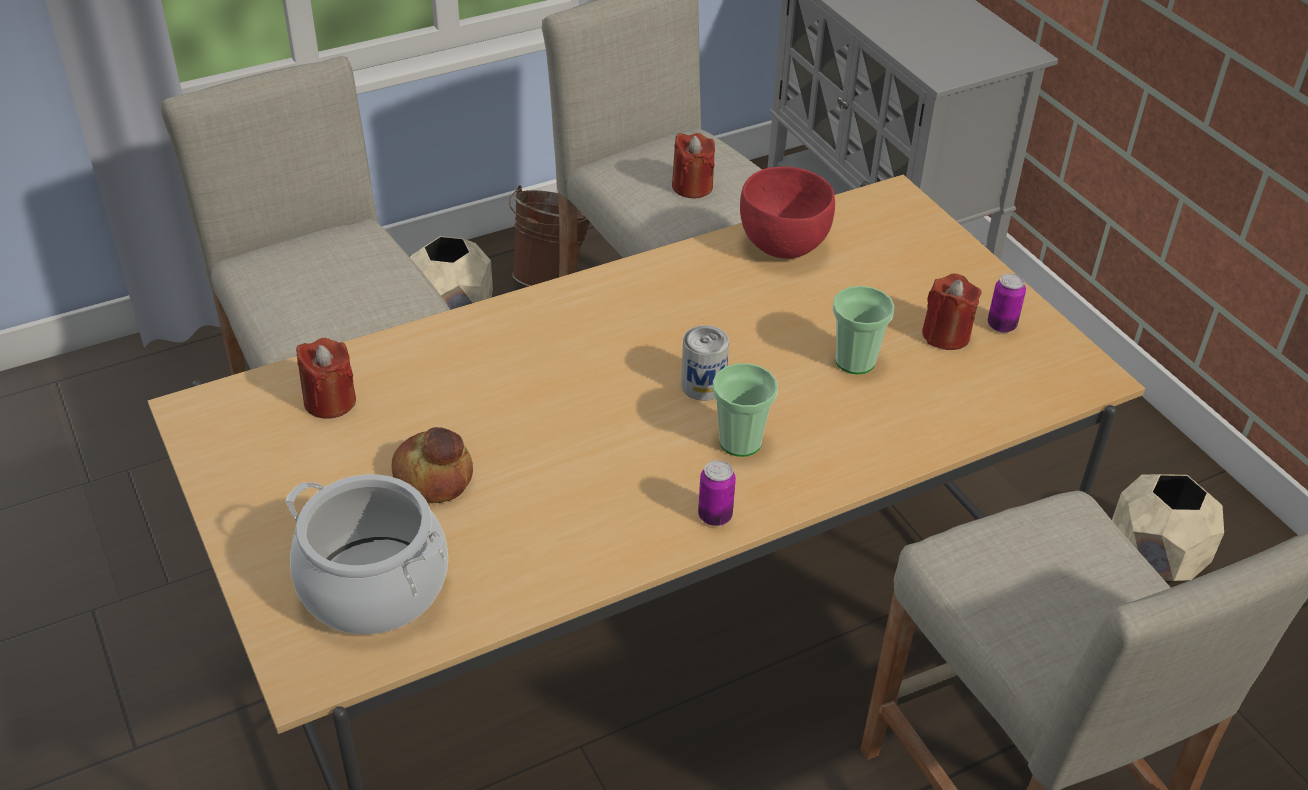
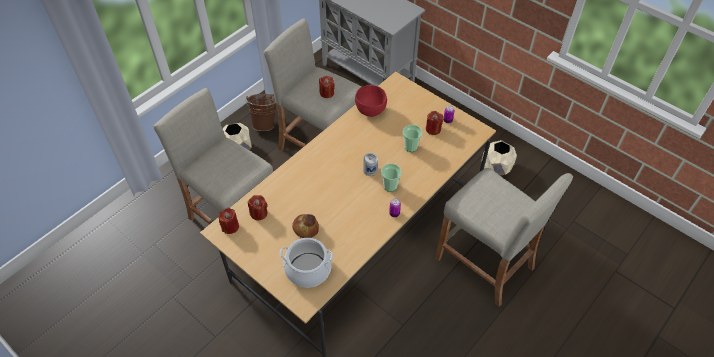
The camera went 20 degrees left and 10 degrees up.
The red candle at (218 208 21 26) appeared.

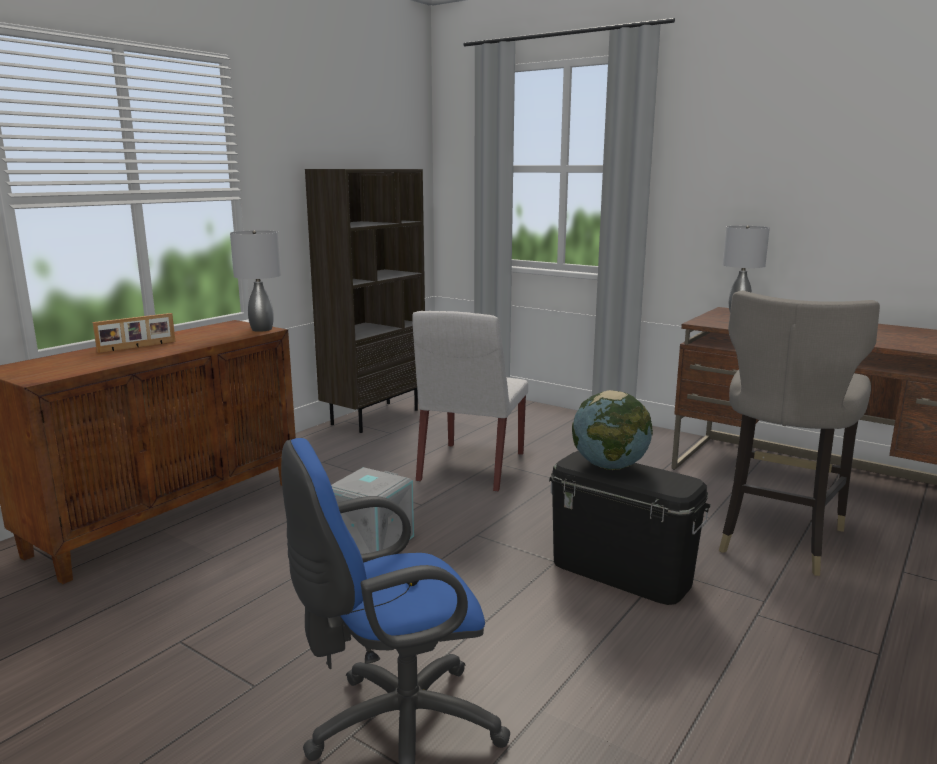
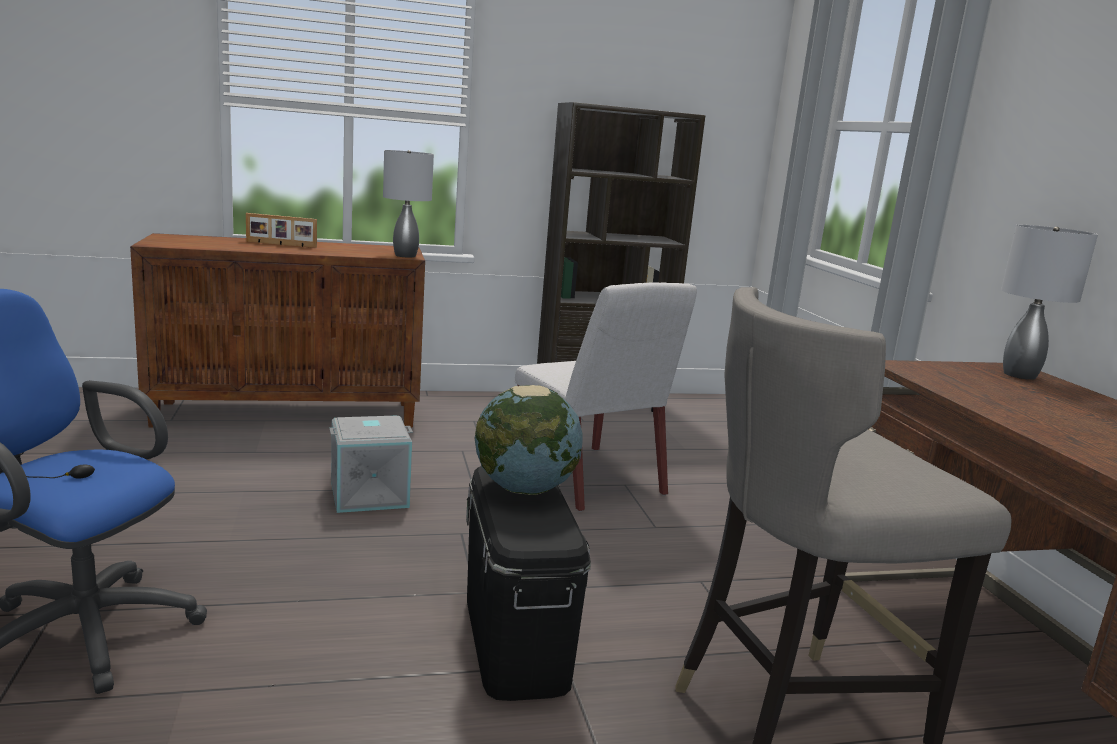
The camera went 40 degrees right and 0 degrees up.
The white chair at (412 311 116 181) turned 90 degrees counterclockwise.

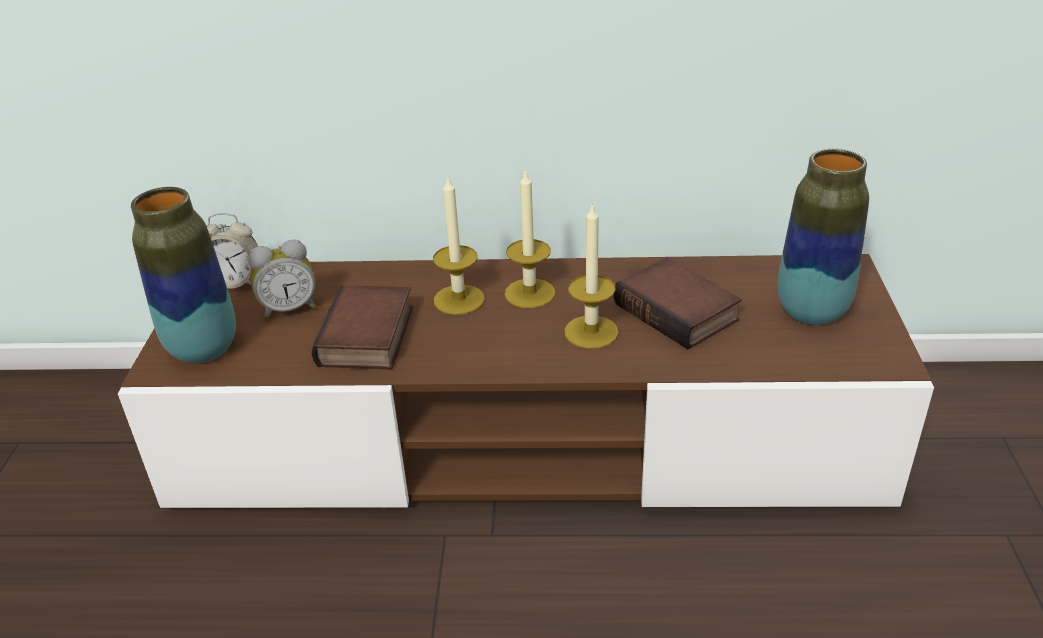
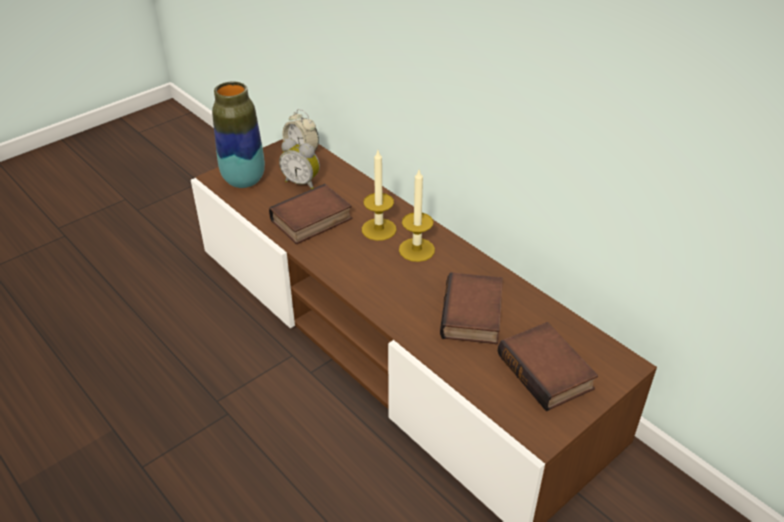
The camera went 45 degrees right and 5 degrees up.
The candle at (564 203 55 146) disappeared.
The vase at (778 149 91 176) was replaced by the book at (498 322 100 89).

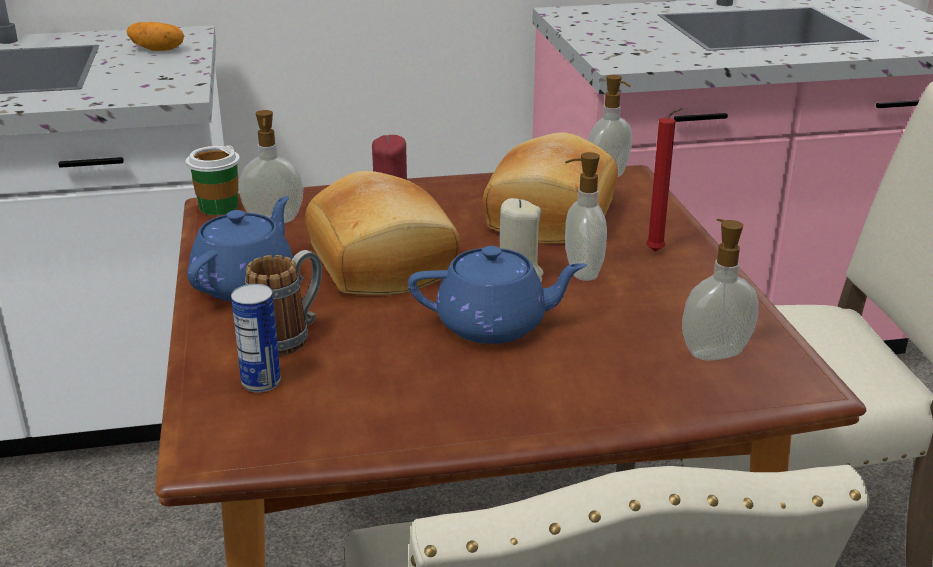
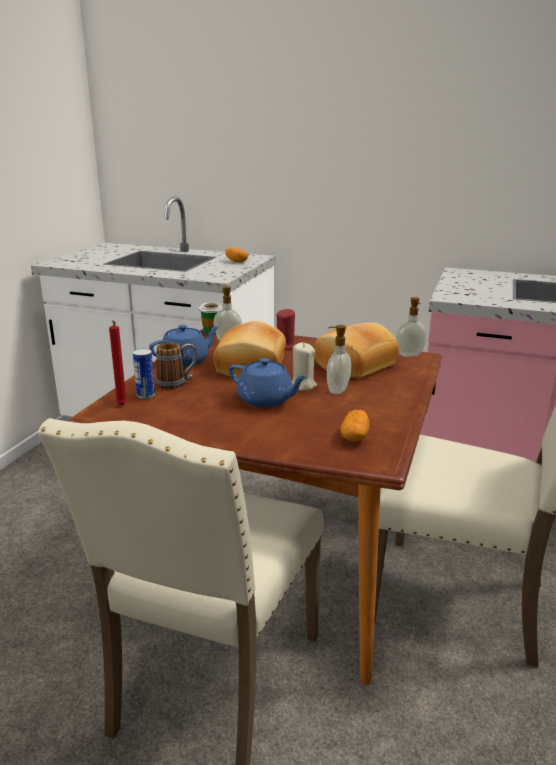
The camera went 30 degrees right and 5 degrees down.
The red candle moved from (646 108 37 144) to (109 321 19 84).
The soap dispenser at (682 219 77 141) was replaced by the potato at (340 410 30 32).

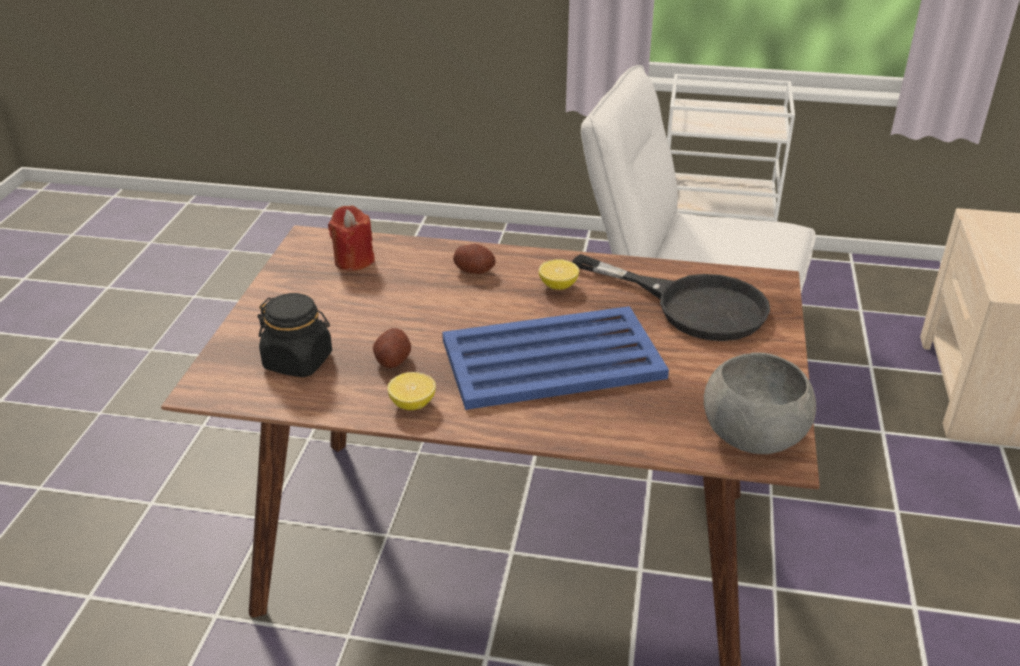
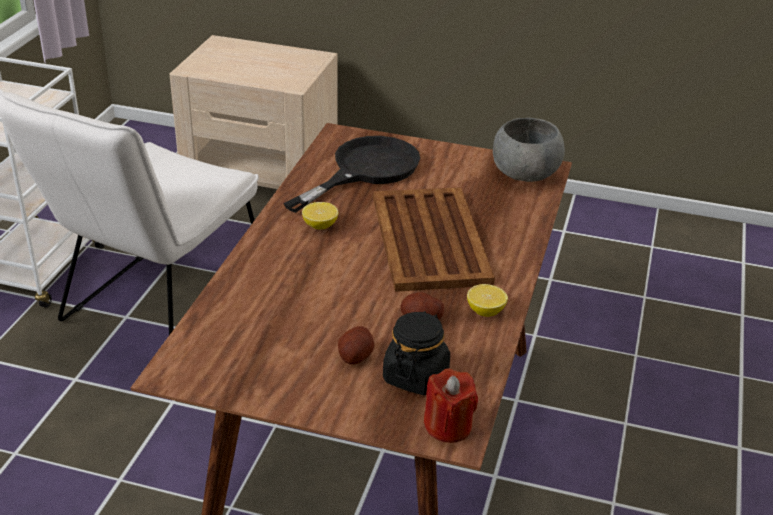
The camera went 85 degrees left and 0 degrees up.
The red candle moved from (328 206 47 65) to (424 368 54 75).
The blue tray at (442 306 227 104) became the brown tray at (373 187 122 105).
The potato moved from (453 244 43 30) to (338 326 36 39).

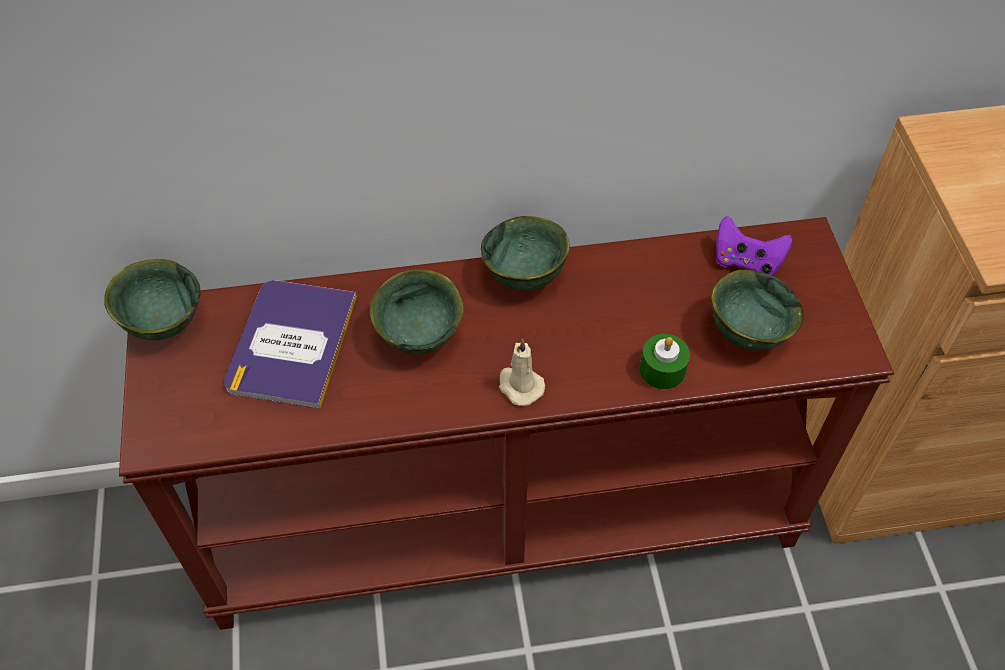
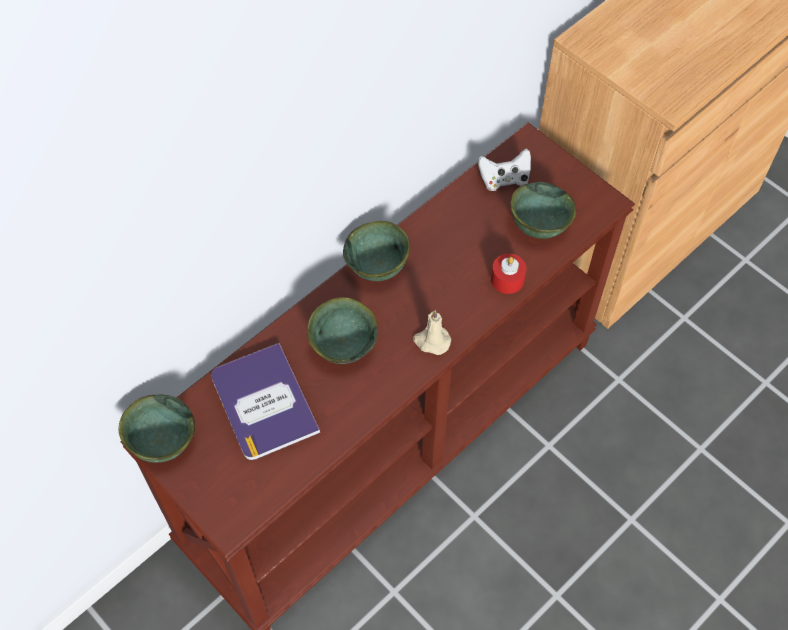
The camera went 35 degrees left and 5 degrees up.
The green candle at (640 334 50 55) became the red candle at (491 254 36 40).
The purple game controller at (716 216 76 60) became the white game controller at (478 148 53 43).

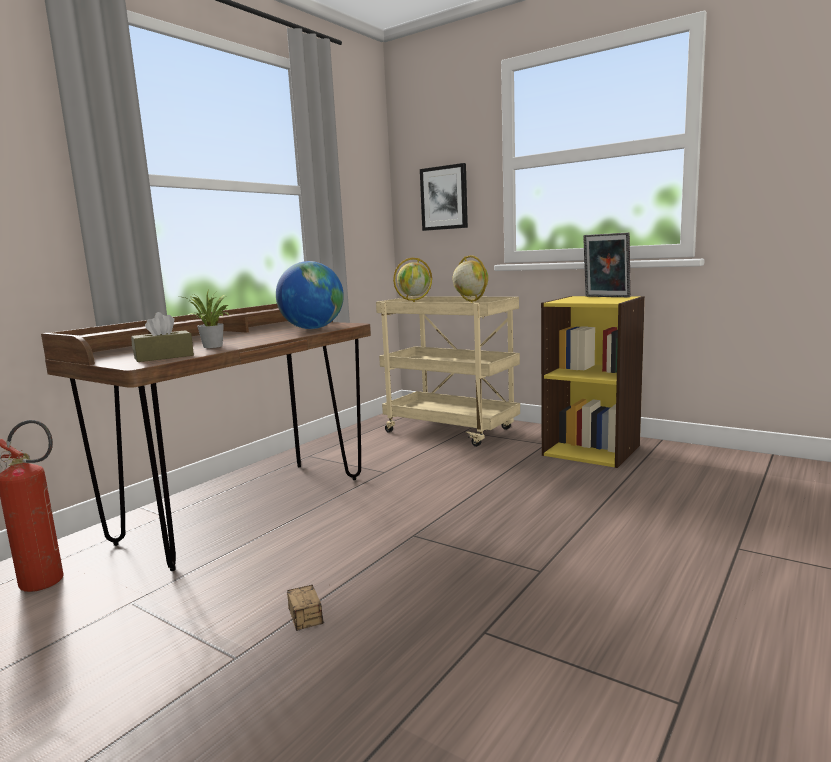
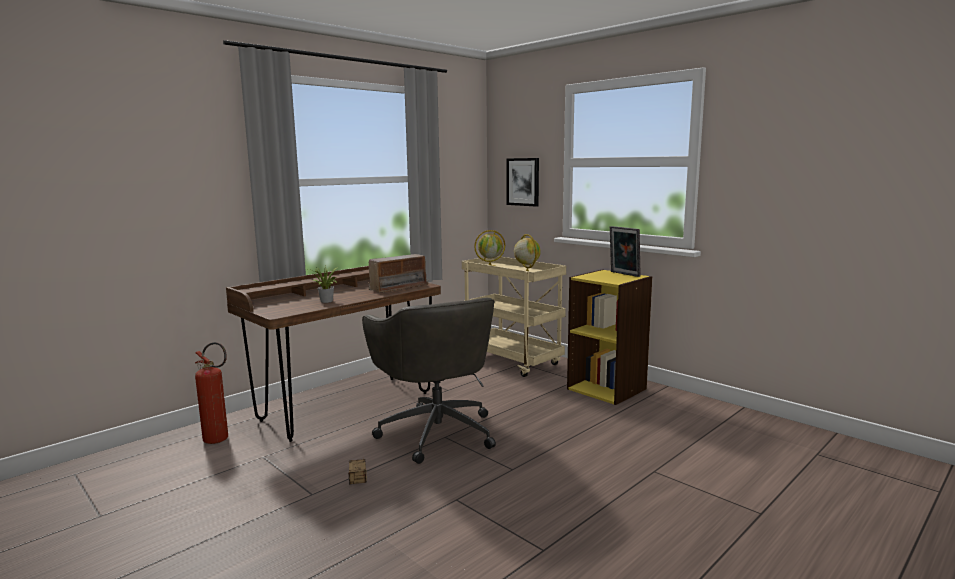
The camera went 10 degrees right and 0 degrees up.
The brown tissue box at (131 312 63 50) disappeared.
The globe at (276 261 68 68) was replaced by the radio at (368 254 60 39).
The grey office chair at (362 298 134 166) appeared.

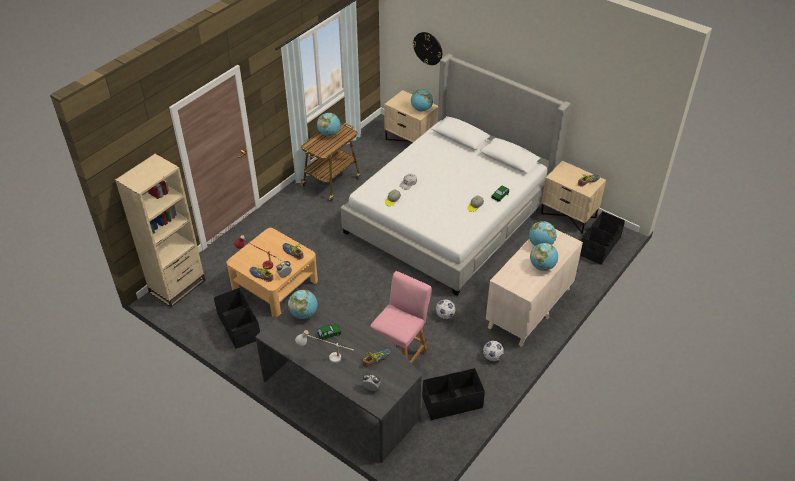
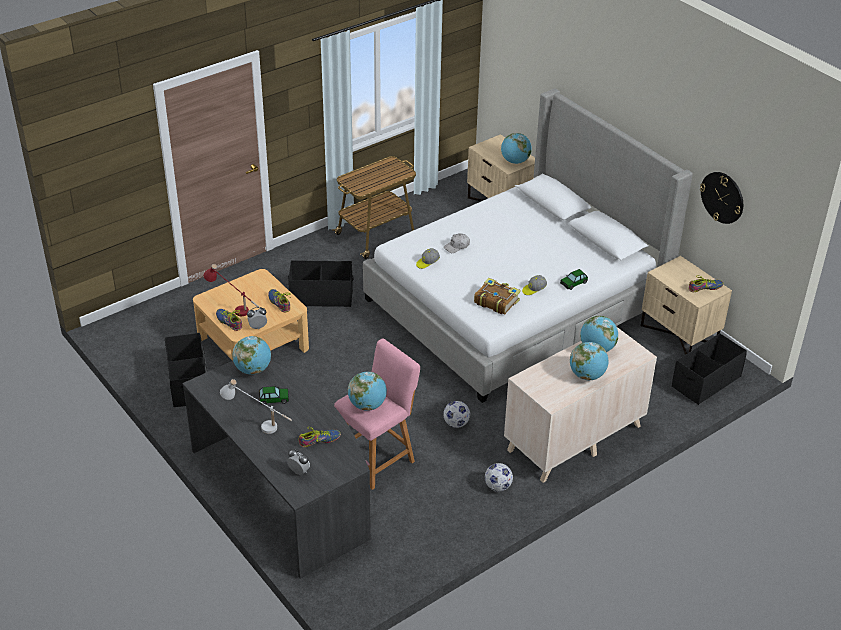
The camera went 15 degrees right and 5 degrees down.
The beige bookcase at (115 154 90 153) disappeared.
The globe moved from (317 113 23 23) to (348 372 39 39).
The wall clock moved from (413 32 29 33) to (700 172 43 52).
The black storage box moved from (422 368 63 52) to (288 260 66 47).
The book at (474 278 47 36) appeared.

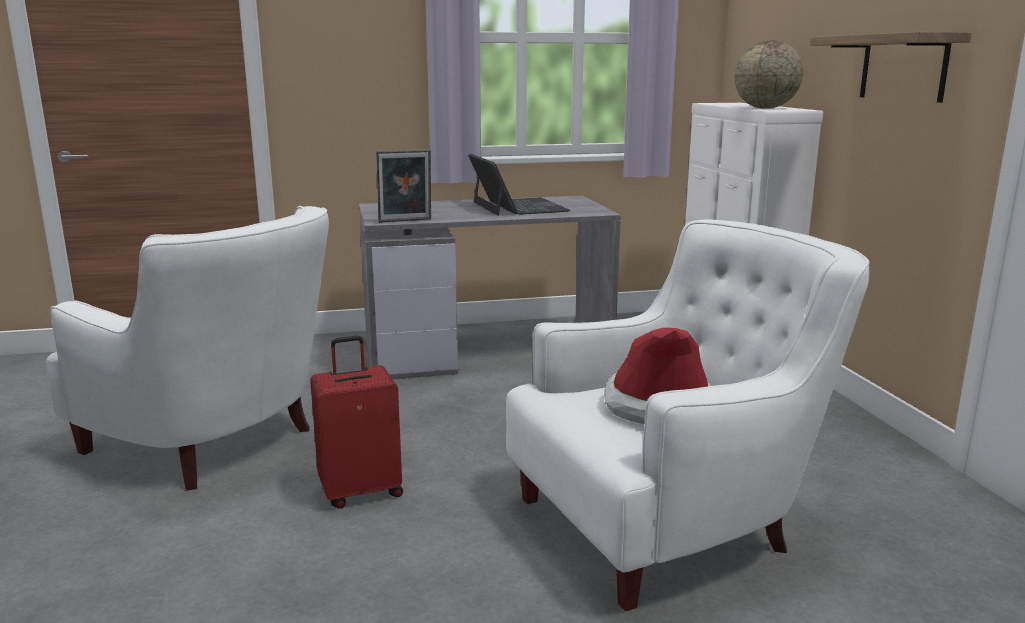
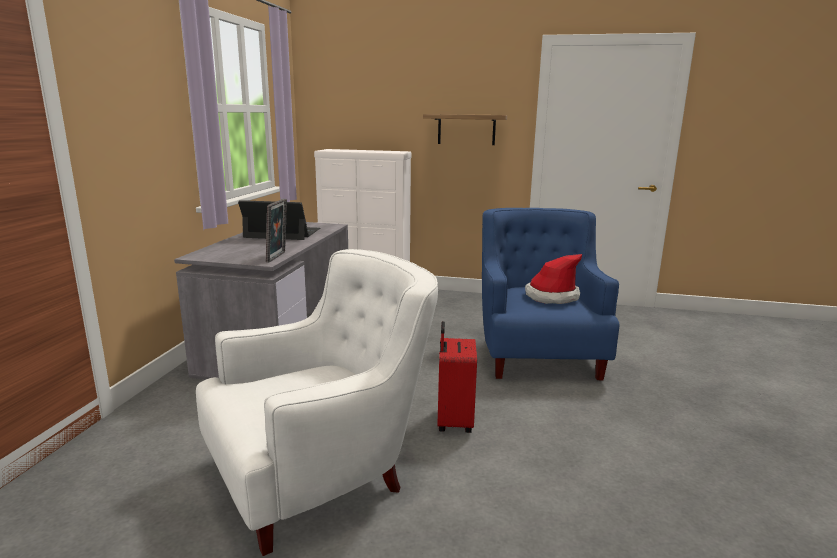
The camera went 65 degrees left and 0 degrees up.
The white armchair at (506 219 364 392) became the blue armchair at (482 208 137 172).
The globe at (734 40 69 69) disappeared.

